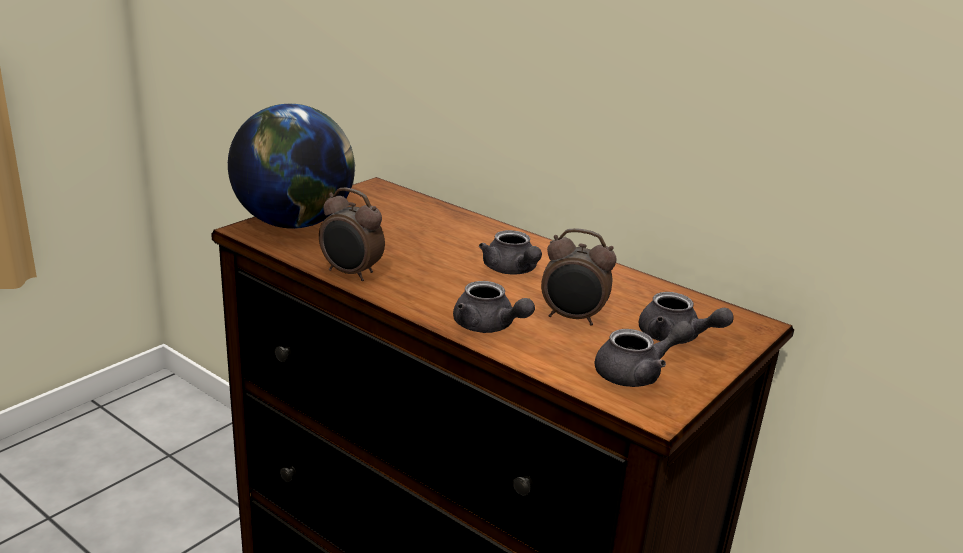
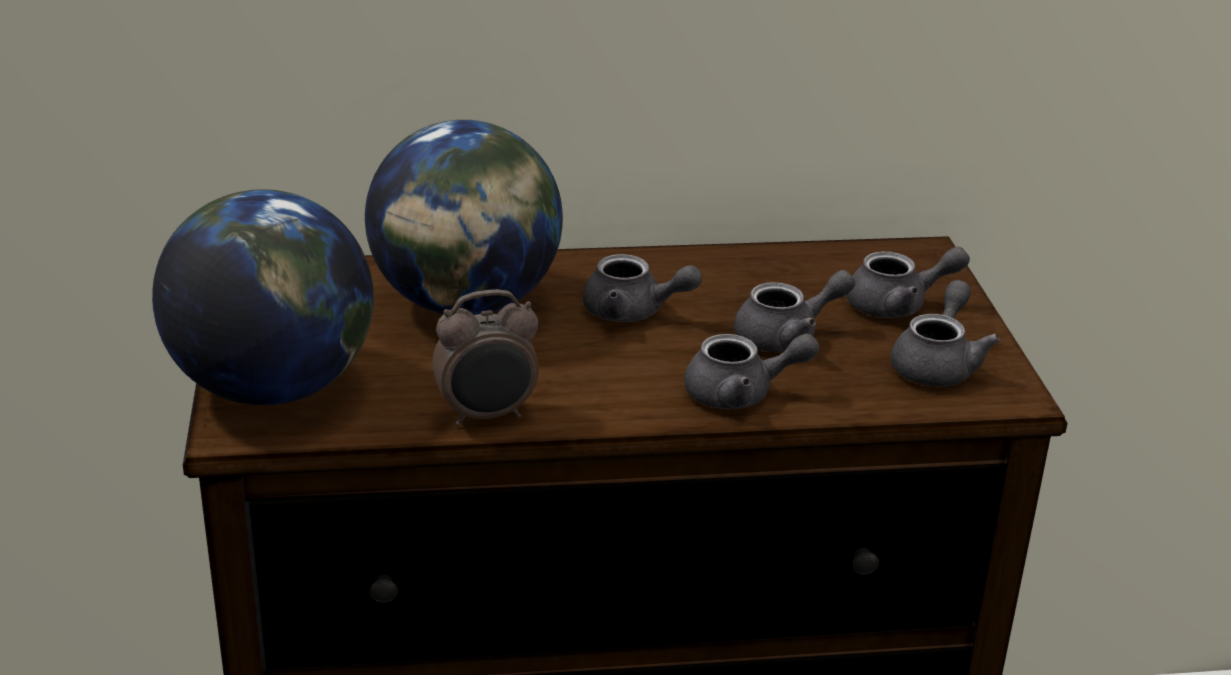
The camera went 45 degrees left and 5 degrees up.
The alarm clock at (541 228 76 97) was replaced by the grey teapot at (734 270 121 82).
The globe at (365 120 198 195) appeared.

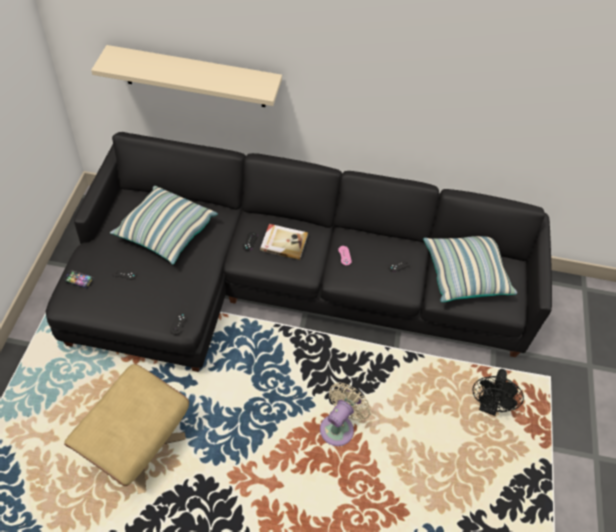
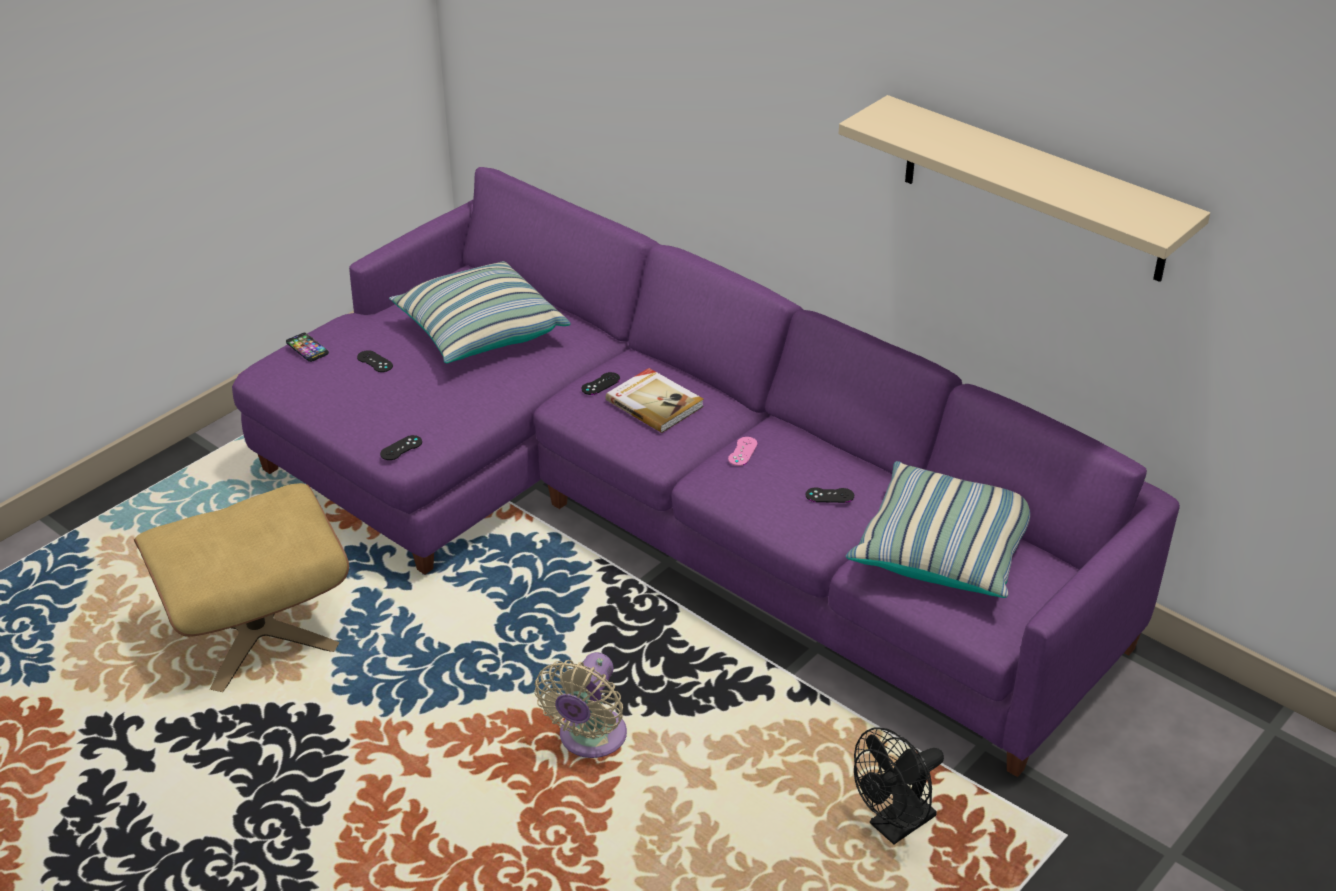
The camera went 35 degrees right and 15 degrees down.
The black sofa at (45 132 507 240) became the purple sofa at (232 167 948 610).
The beige shelf moved from (91 45 191 62) to (839 95 371 187).
The beige fan at (320 382 51 64) turned 135 degrees clockwise.

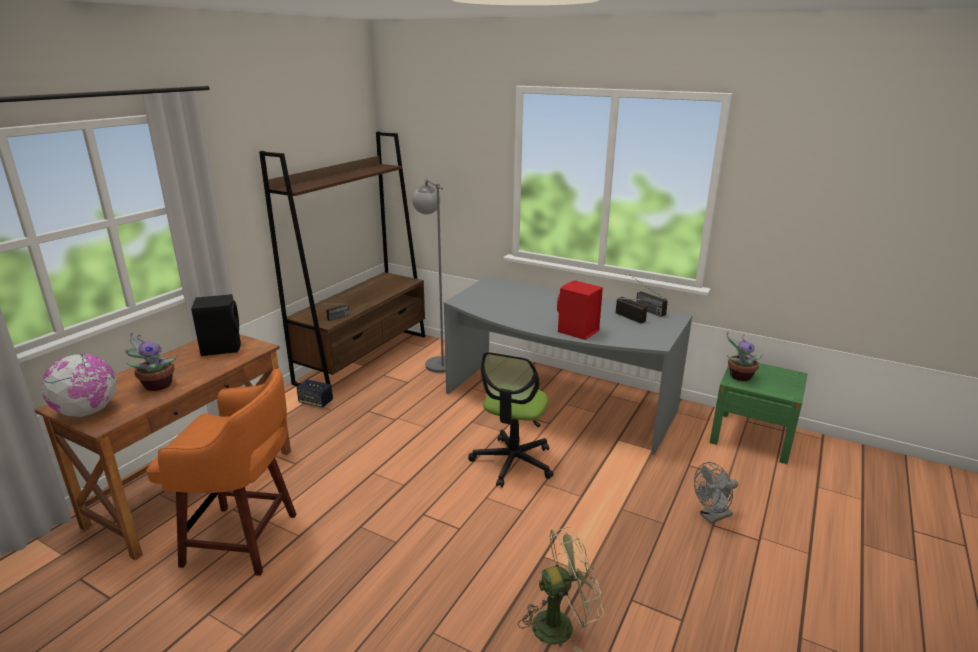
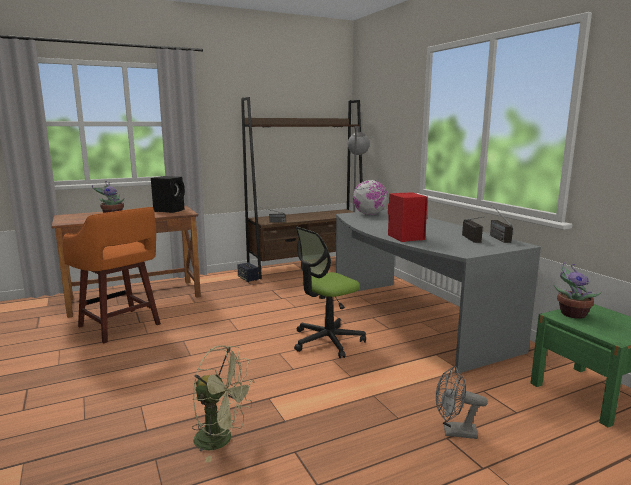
The camera went 35 degrees right and 10 degrees down.
The globe moved from (41 354 76 63) to (353 180 35 35).

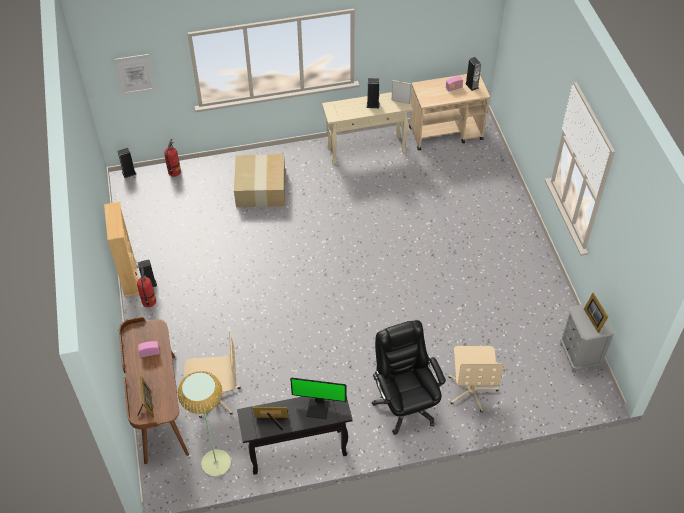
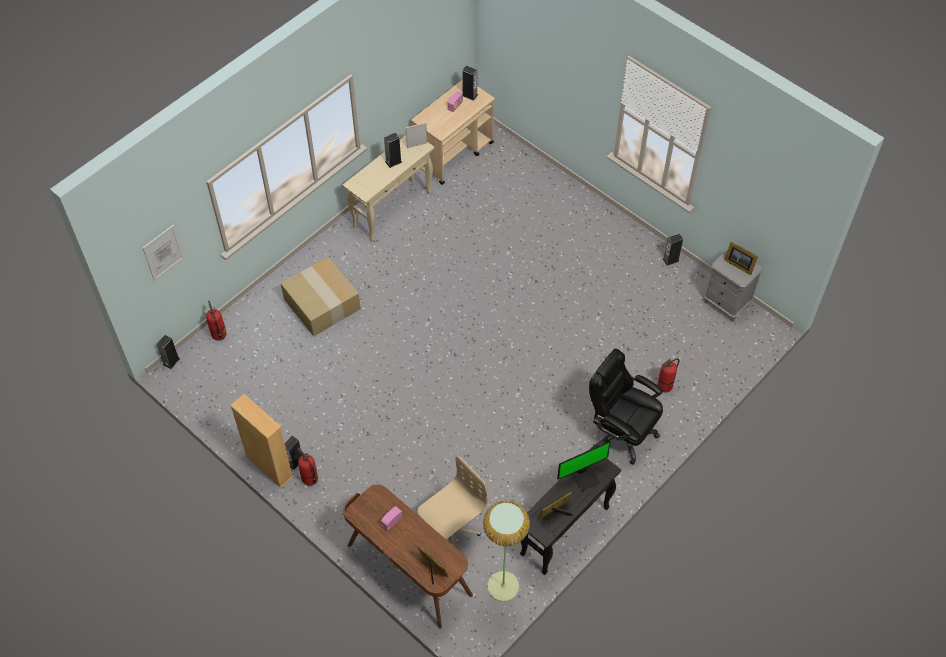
The camera went 35 degrees left and 5 degrees up.
The beige office chair at (449 346 54 67) was replaced by the fire extinguisher at (657 358 22 34).
The speaker at (663 234 20 32) appeared.

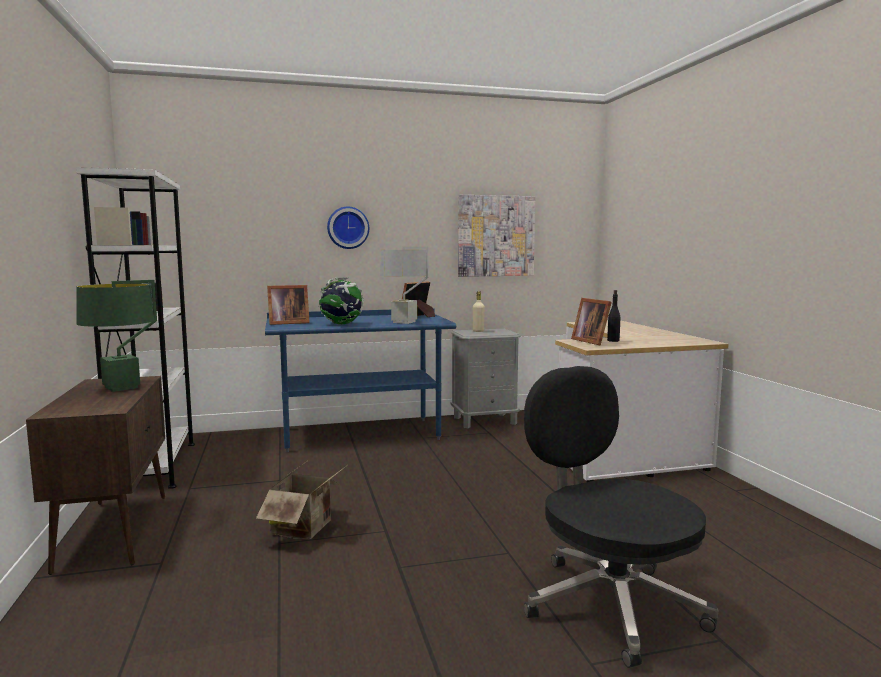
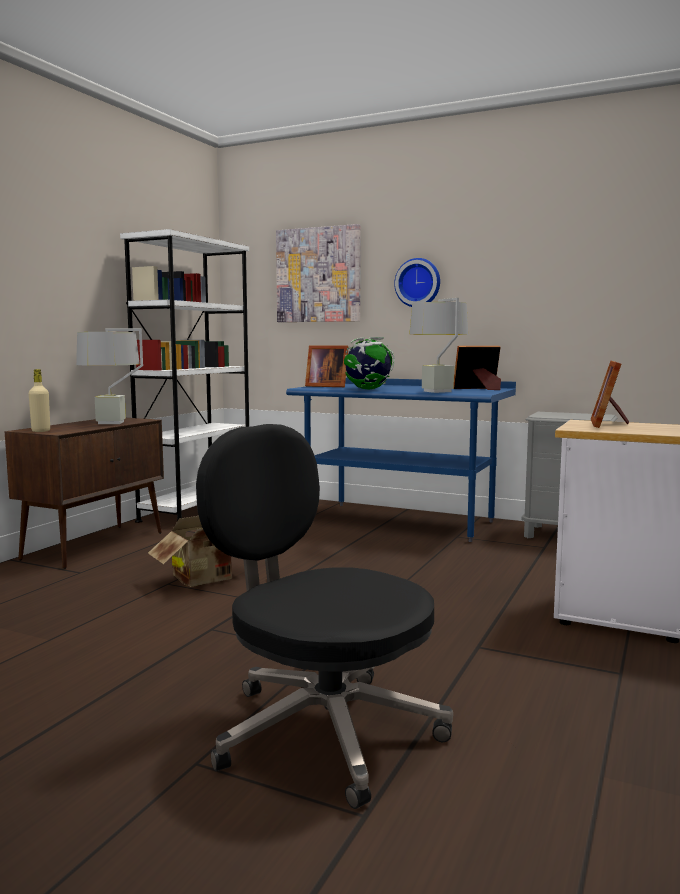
The camera went 40 degrees right and 0 degrees up.
The green table lamp at (76 280 81 112) became the grey table lamp at (76 328 67 96).
The picture moved from (458 195 77 82) to (276 224 85 98).
The beige bottle moved from (473 291 12 41) to (29 369 21 63).
The black office chair at (524 366 194 302) turned 60 degrees counterclockwise.
The black bottle at (607 290 13 52) disappeared.

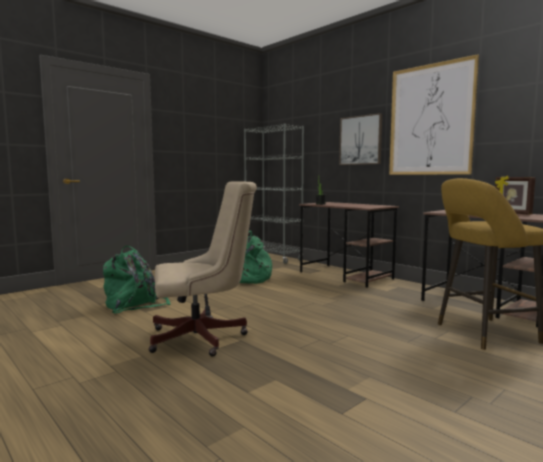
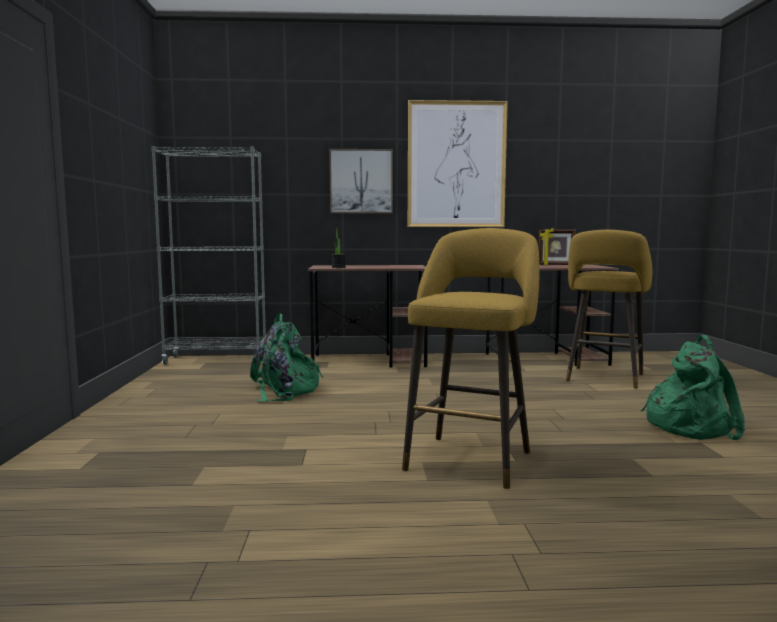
The camera went 50 degrees left and 0 degrees up.
The green backpack moved from (103 246 68 67) to (641 335 104 105).
The beige office chair at (149 181 108 176) was replaced by the yellow stool at (402 228 137 261).

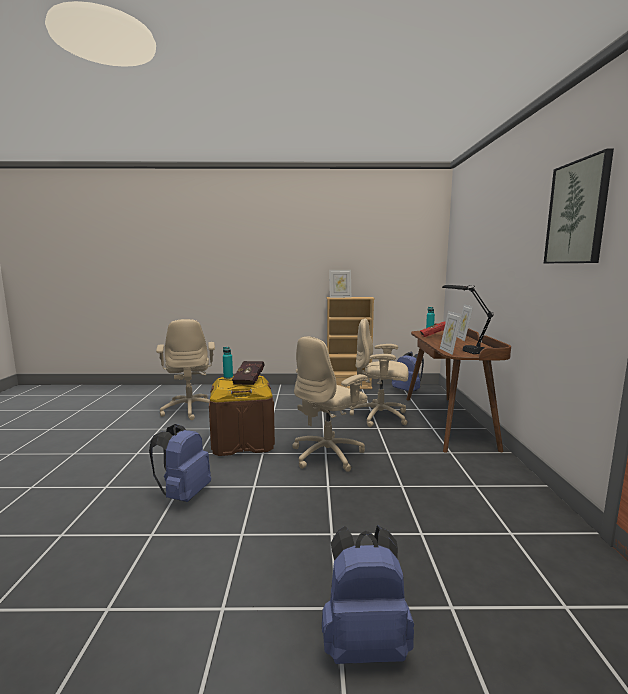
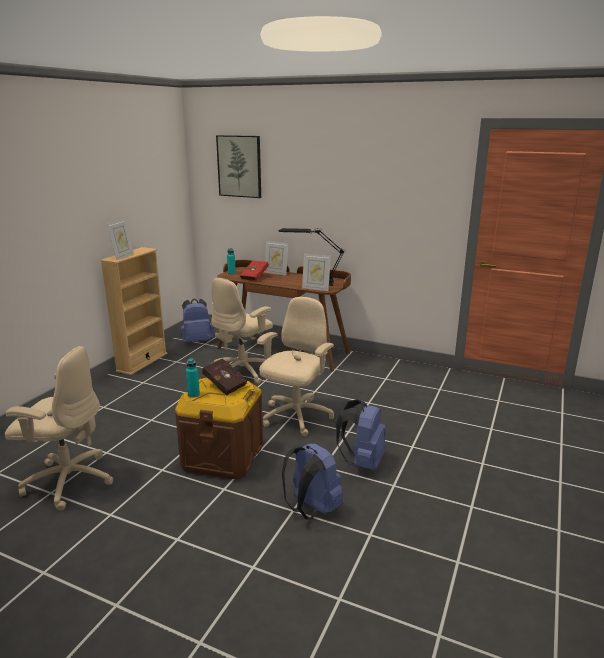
The camera went 65 degrees left and 10 degrees up.
The beige office chair at (292 336 76 136) turned 135 degrees counterclockwise.
The blue backpack moved from (322 525 92 139) to (336 399 50 72).
The picture moved from (544 149 70 114) to (216 135 45 63).

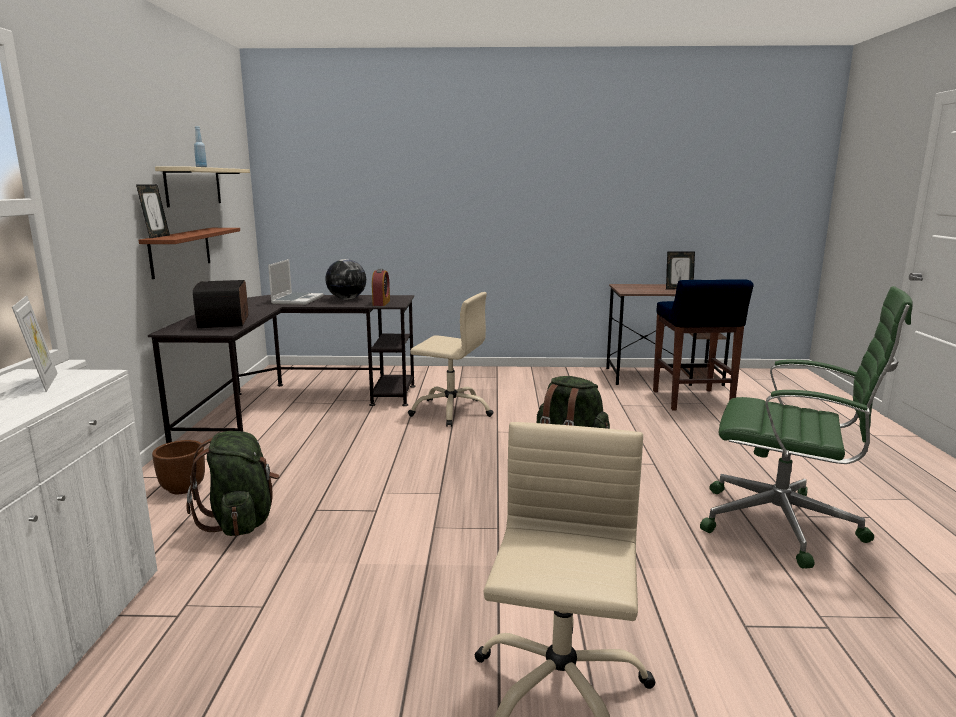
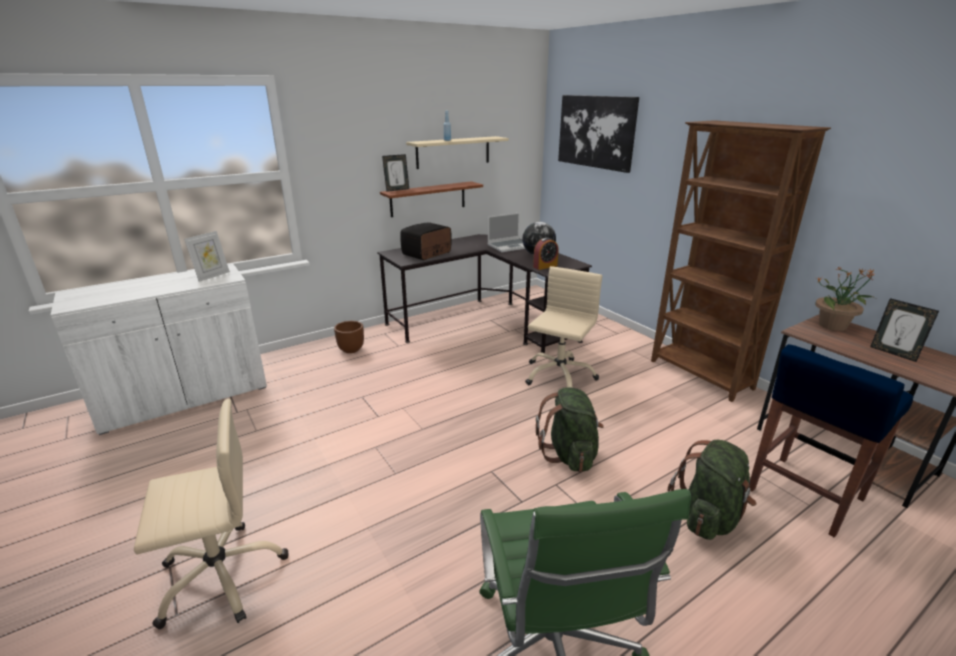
The camera went 55 degrees right and 10 degrees up.
The green backpack moved from (186 431 94 105) to (668 439 88 101).
The beige office chair at (408 292 86 135) turned 135 degrees counterclockwise.
The picture at (558 95 81 78) appeared.
The brown bookcase at (651 120 180 282) appeared.
The potted plant at (815 267 60 64) appeared.

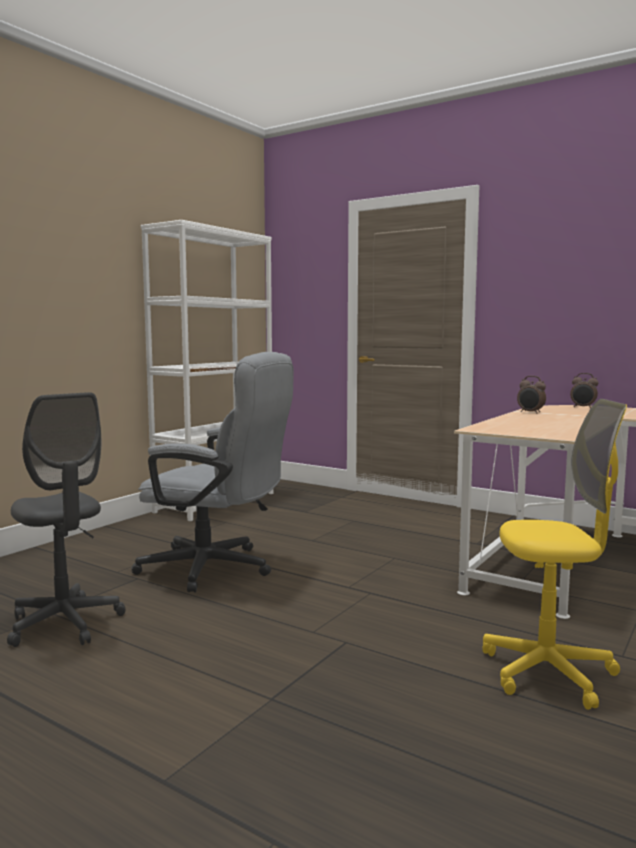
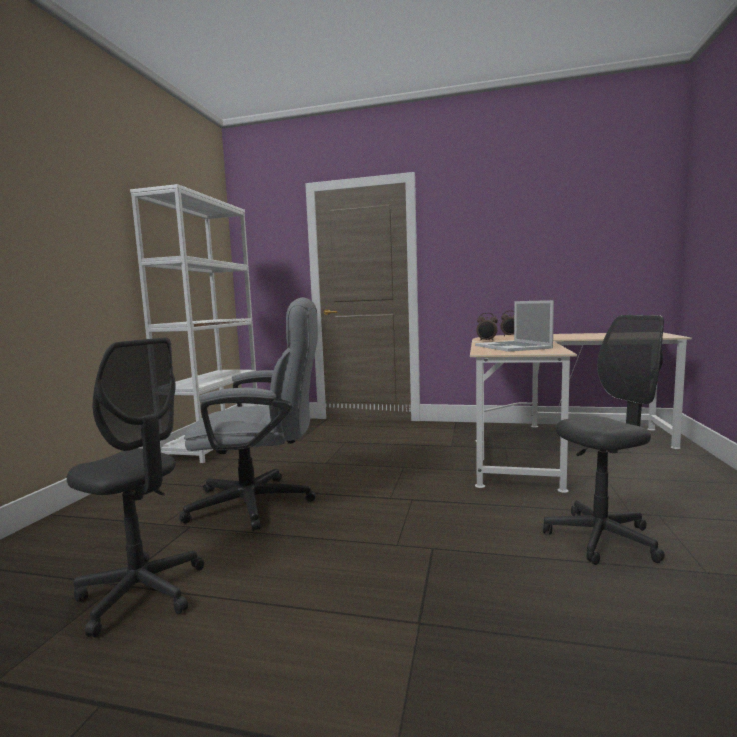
The camera went 20 degrees left and 0 degrees up.
The yellow office chair at (482 399 145 311) became the grey office chair at (543 315 122 250).
The laptop at (475 300 79 52) appeared.

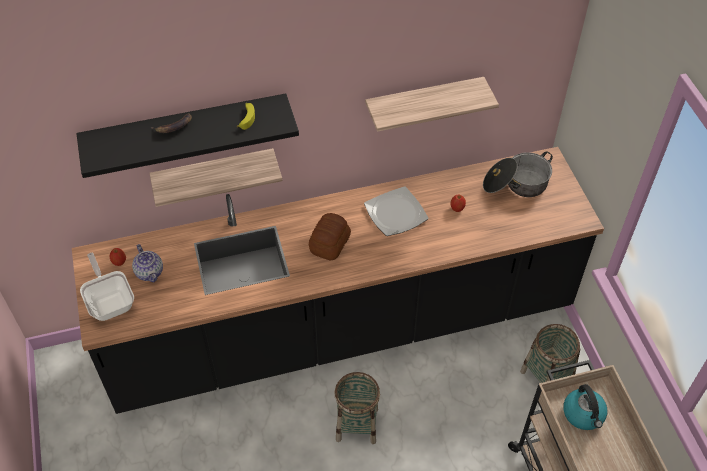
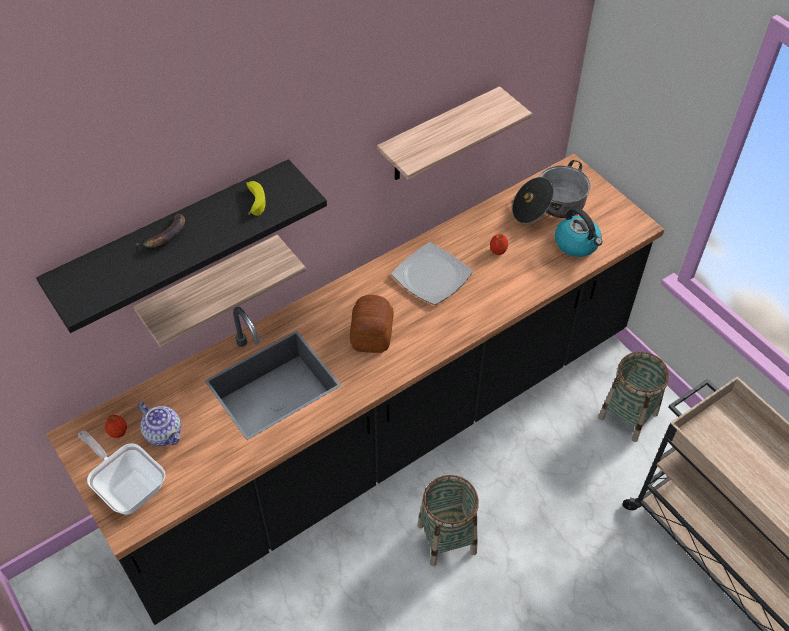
The camera went 20 degrees left and 0 degrees up.
The kettle moved from (563 384 44 46) to (555 207 48 50).

